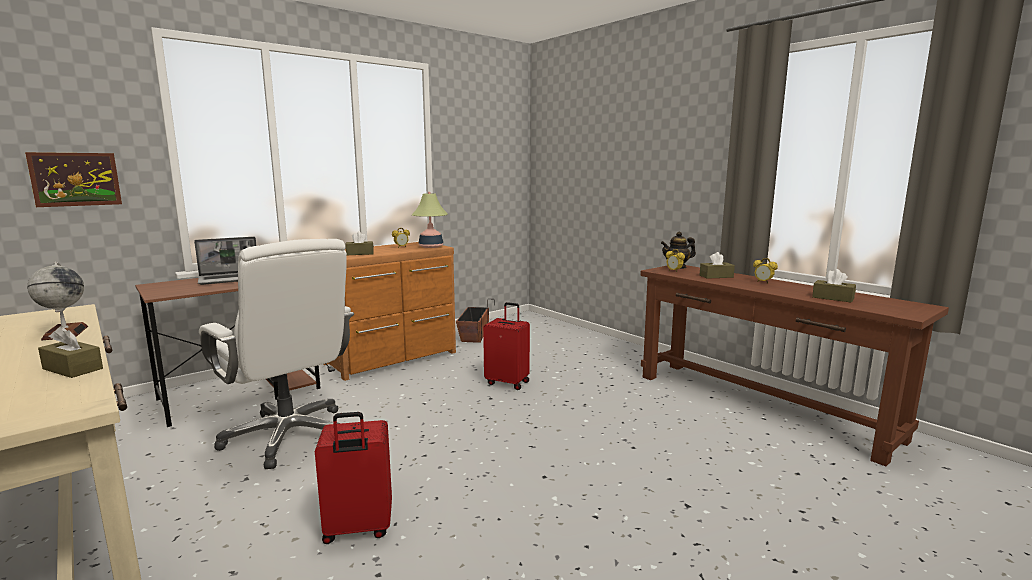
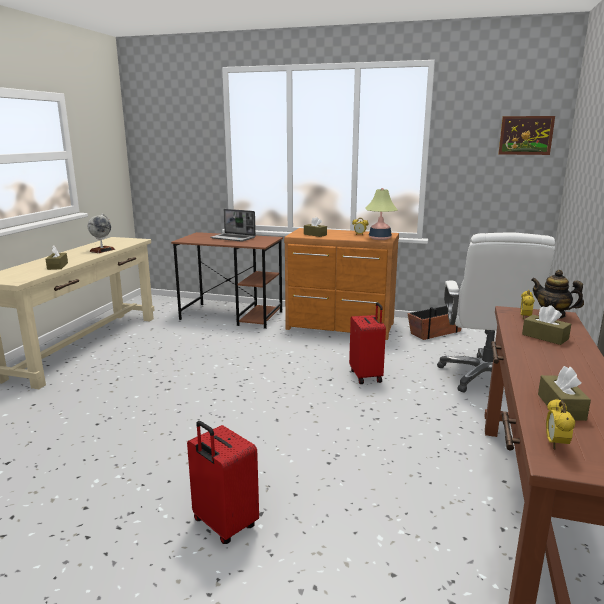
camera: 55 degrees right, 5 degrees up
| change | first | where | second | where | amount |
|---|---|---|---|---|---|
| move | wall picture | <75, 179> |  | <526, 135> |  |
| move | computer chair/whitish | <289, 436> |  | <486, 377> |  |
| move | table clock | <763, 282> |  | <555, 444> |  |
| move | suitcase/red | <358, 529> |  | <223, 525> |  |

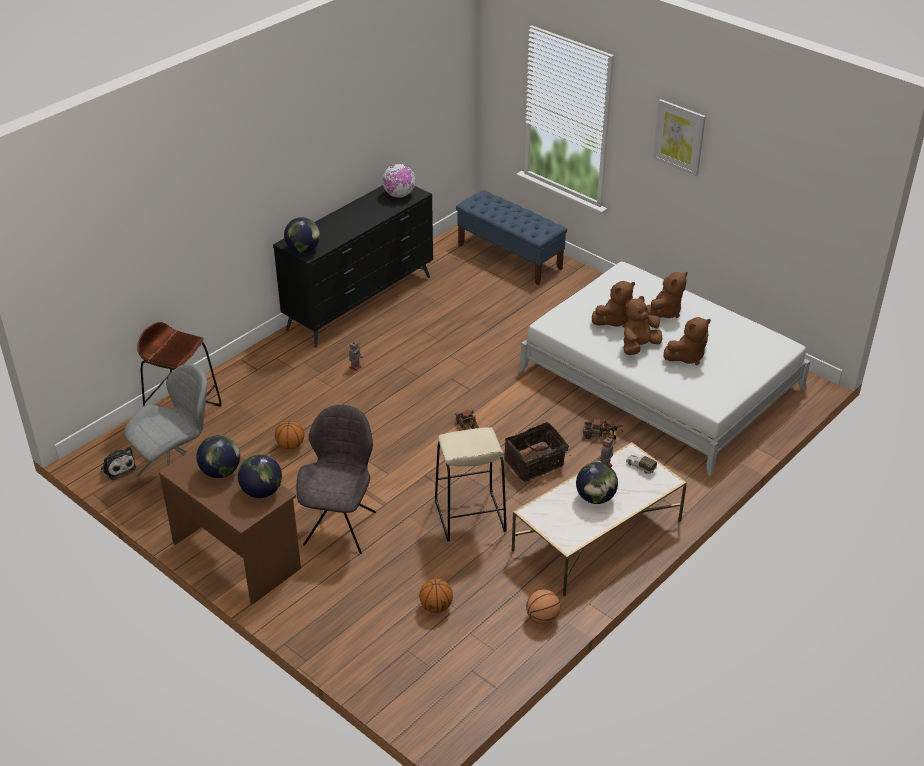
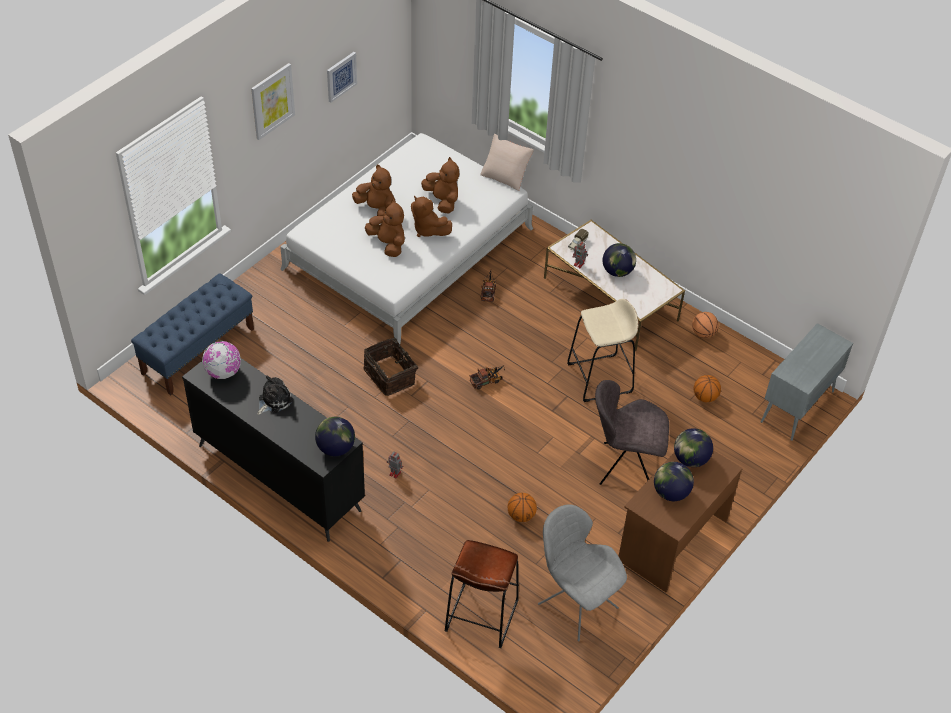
camera: 95 degrees left, 10 degrees up
| change | first | where | second | where | amount |
|---|---|---|---|---|---|
| move | basket | <535, 464> |  | <391, 375> |  |
| move | soft toy | <117, 467> |  | <274, 400> |  |
| insert |  |  | wall picture | <341, 76> |  |
| insert |  |  | throw pillow/beige | <505, 176> |  |
| insert |  |  | cabinet/gray | <797, 407> |  |

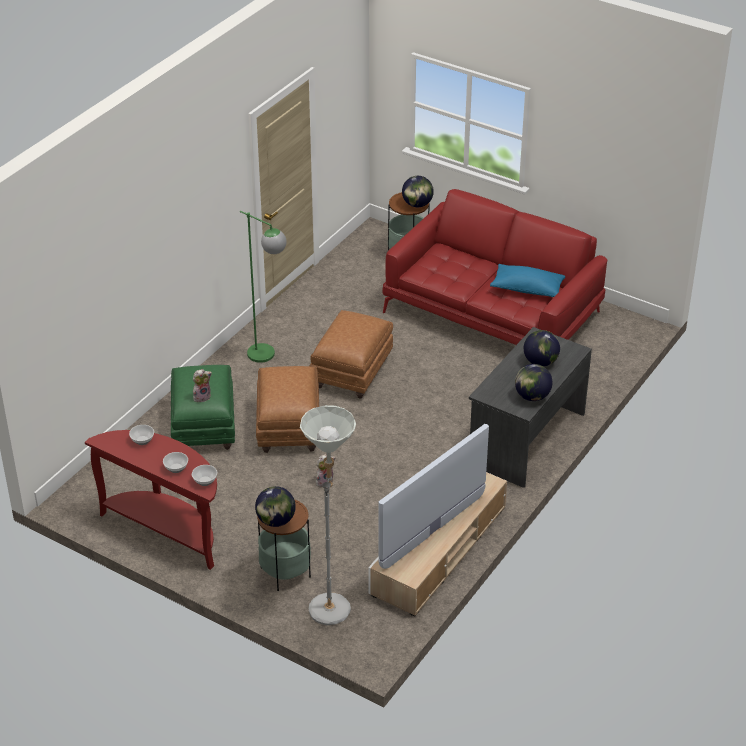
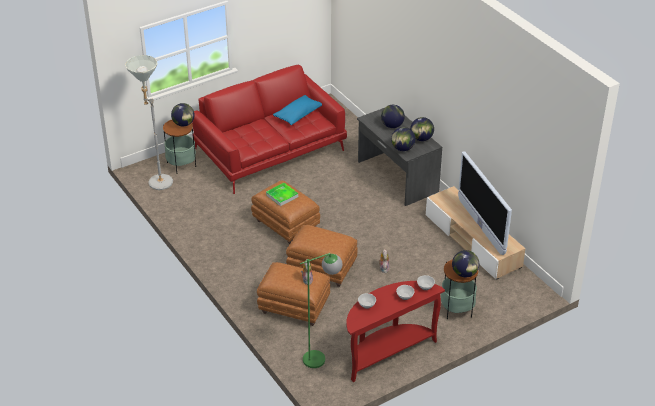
camera: 65 degrees left, 0 degrees up
| change | first | where | second | where | amount |
|---|---|---|---|---|---|
| move | standard lamp/green | <268, 357> |  | <321, 357> |  |
| recolor | ottoman/green | <203, 427> | ottoman/brownish | <293, 308> |  |
| move | standard lamp/gray | <331, 603> |  | <156, 180> |  |
| insert |  |  | globe | <402, 148> |  |
| insert |  |  | tray | <282, 196> |  |

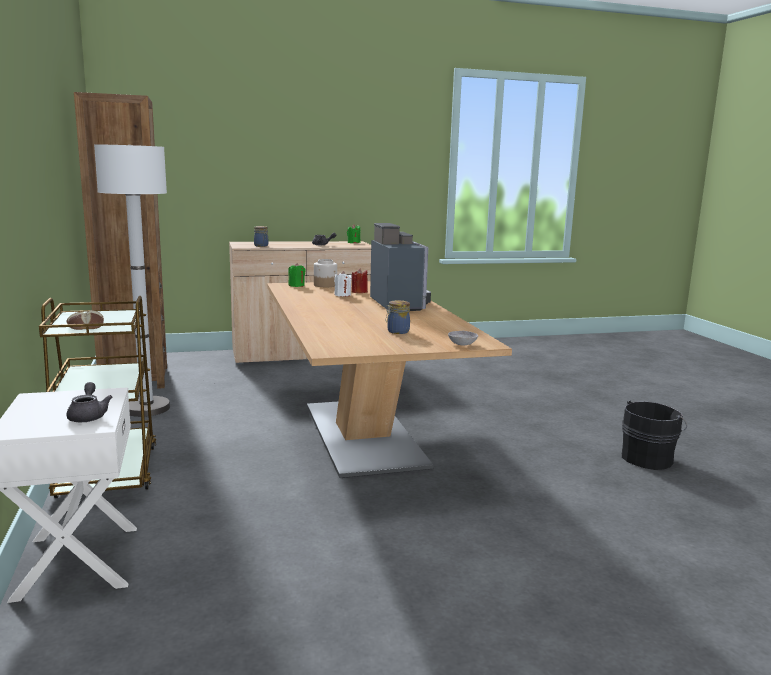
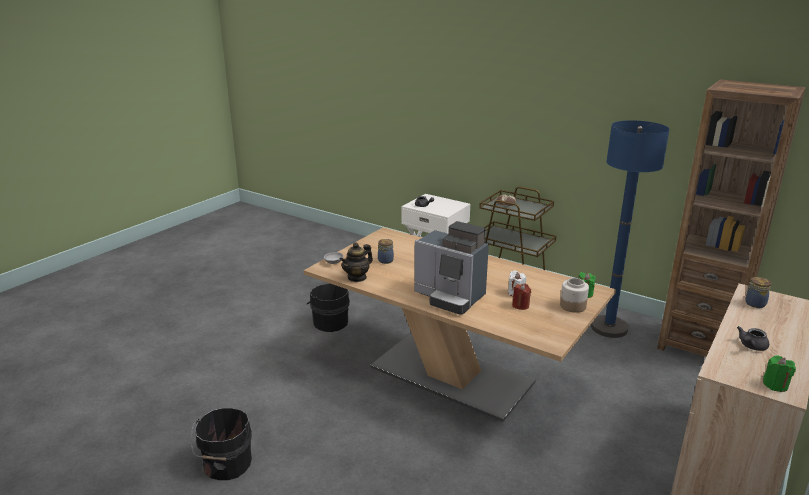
camera: 140 degrees right, 10 degrees up
| change | first | where | second | where | amount |
|---|---|---|---|---|---|
| recolor | standard lamp/whitish | <146, 408> | standard lamp/blue-coloured | <609, 328> |  |
| insert |  |  | teapot | <357, 277> |  |
| insert |  |  | pail/blackish | <329, 322> |  |

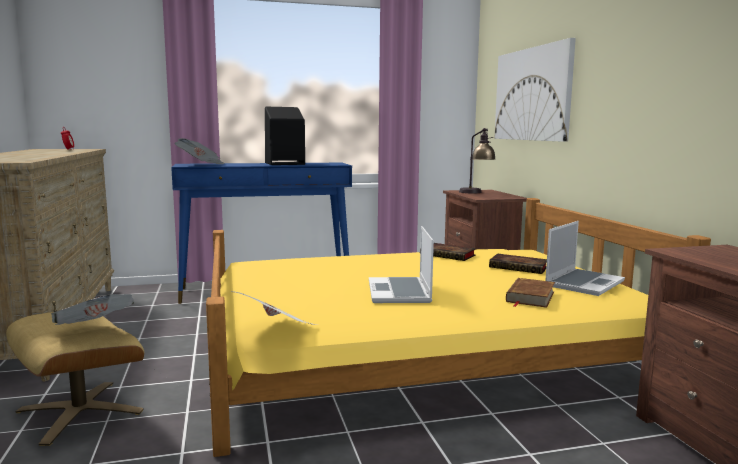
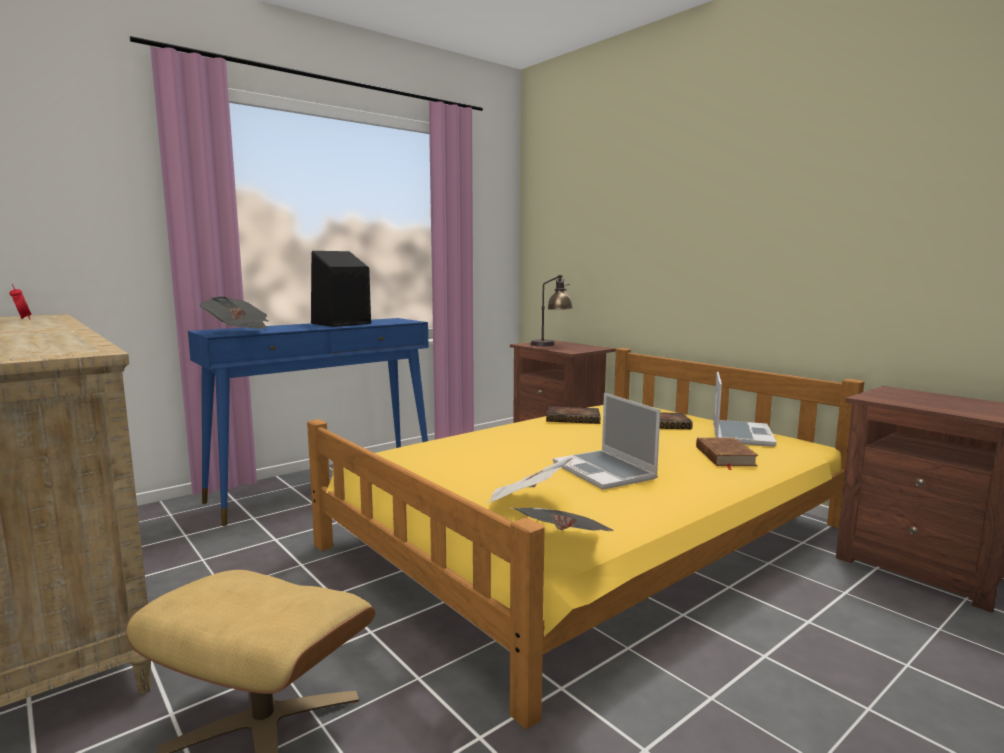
camera: 25 degrees left, 0 degrees up
| change | first | where | second | where | amount |
|---|---|---|---|---|---|
| delete | wall picture | <532, 94> |  |  |  |
| move | newspaper | <95, 330> |  | <527, 503> |  |

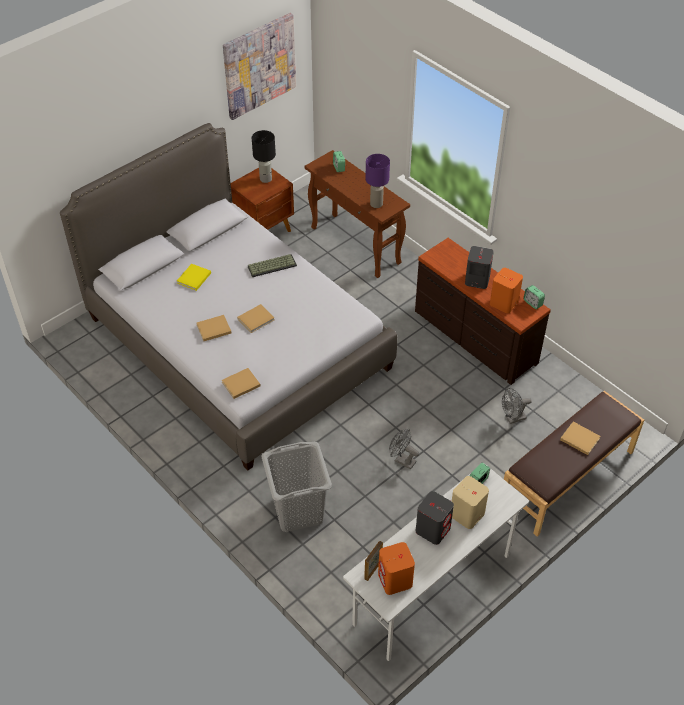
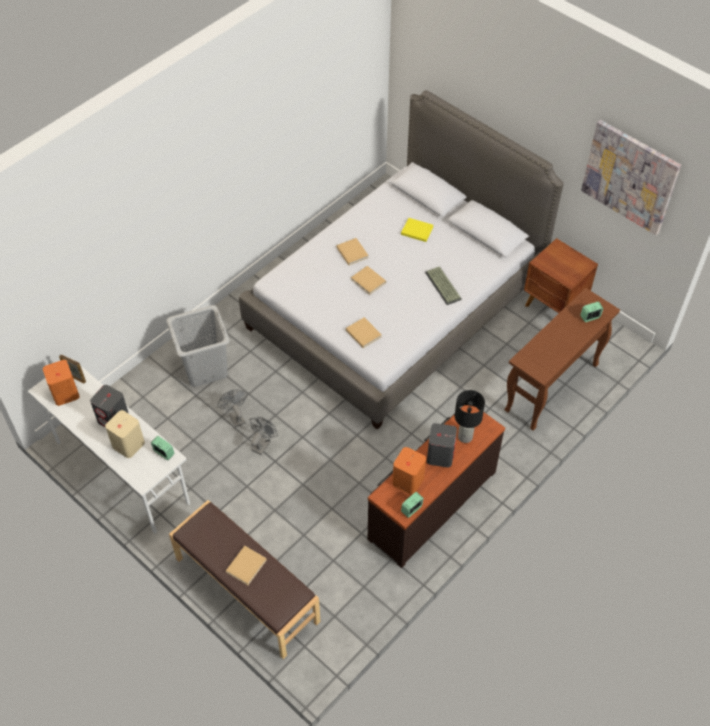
camera: 85 degrees right, 5 degrees up
| change | first | where | second | where | amount |
|---|---|---|---|---|---|
| move | lamp for a table/blackish | <266, 179> |  | <465, 437> |  |
| delete | lamp for a table/purple | <376, 204> |  |  |  |
| move | book/beige | <240, 384> |  | <363, 332> |  |
| move | electric fan/gray | <512, 419> |  | <235, 416> |  |

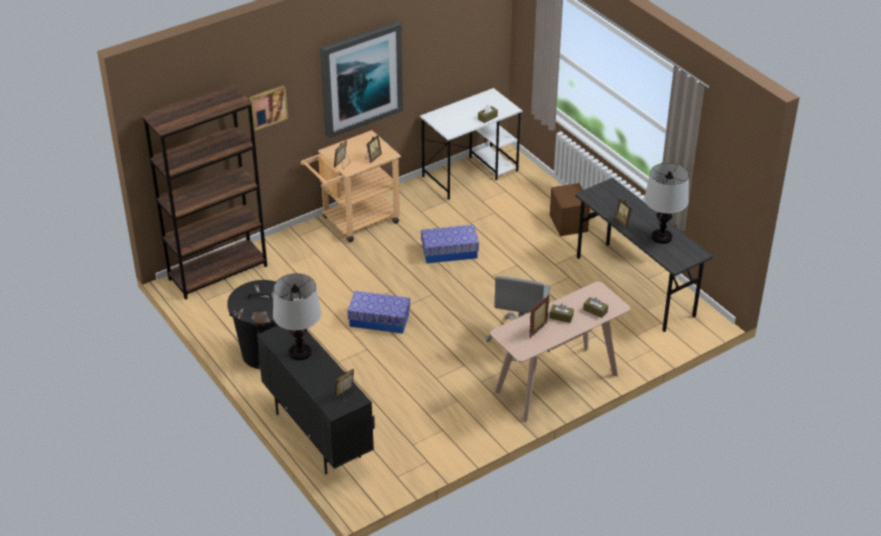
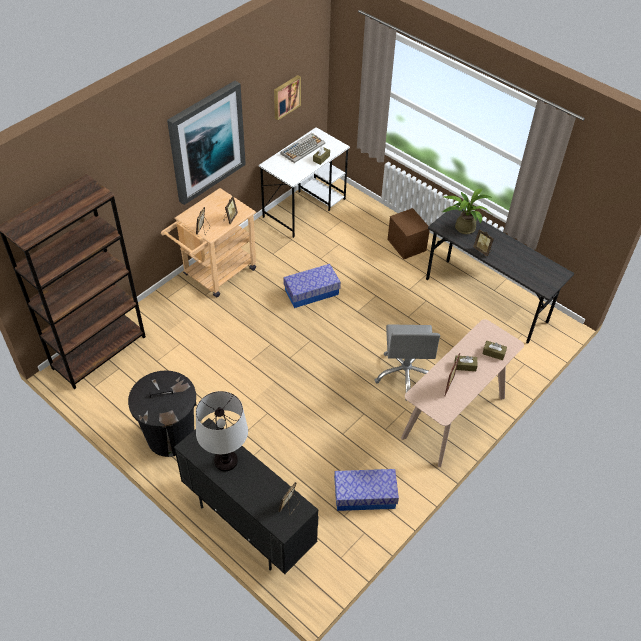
camera: 15 degrees left, 10 degrees up
| change | first | where | second | where | amount |
|---|---|---|---|---|---|
| move | wall picture | <267, 107> |  | <286, 96> |  |
| delete | lamp for a table | <661, 237> |  |  |  |
| move | storage bin | <379, 320> |  | <364, 495> |  |
| insert |  |  | keyboard | <303, 148> |  |
| insert |  |  | houseplant | <462, 226> |  |

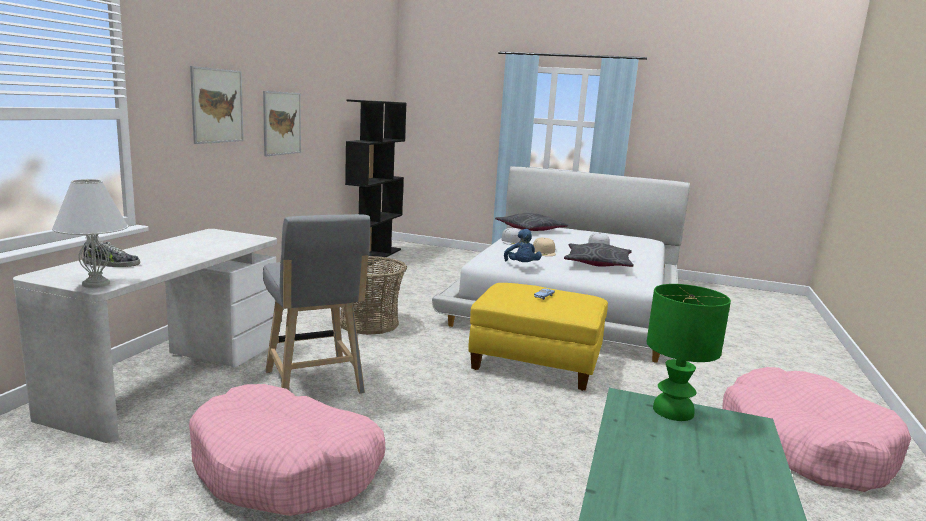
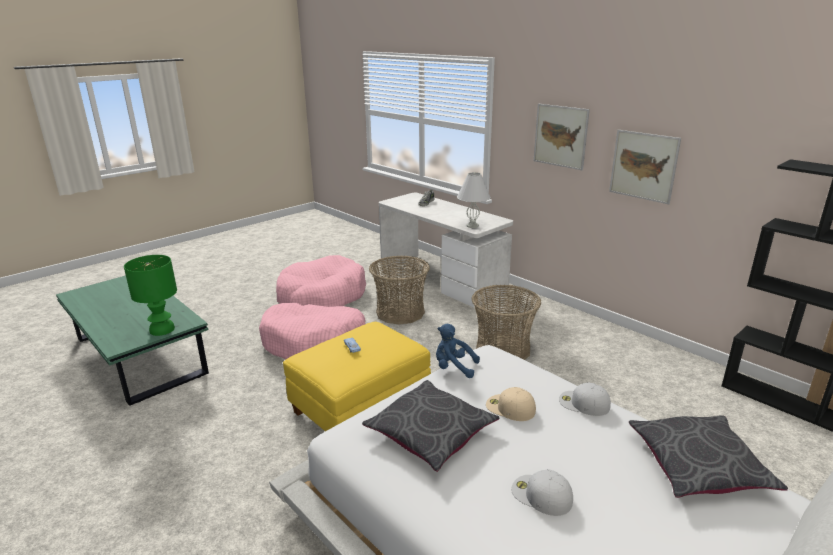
camera: 120 degrees right, 10 degrees up
| change | first | where | second | where | amount |
|---|---|---|---|---|---|
| move | lamp for a table/whitish | <95, 284> |  | <473, 226> |  |
| replace | sitting stool/gray | <315, 385> | basket | <400, 312> |  |
| move | dog bed/pink-coloured | <804, 445> |  | <314, 342> |  |

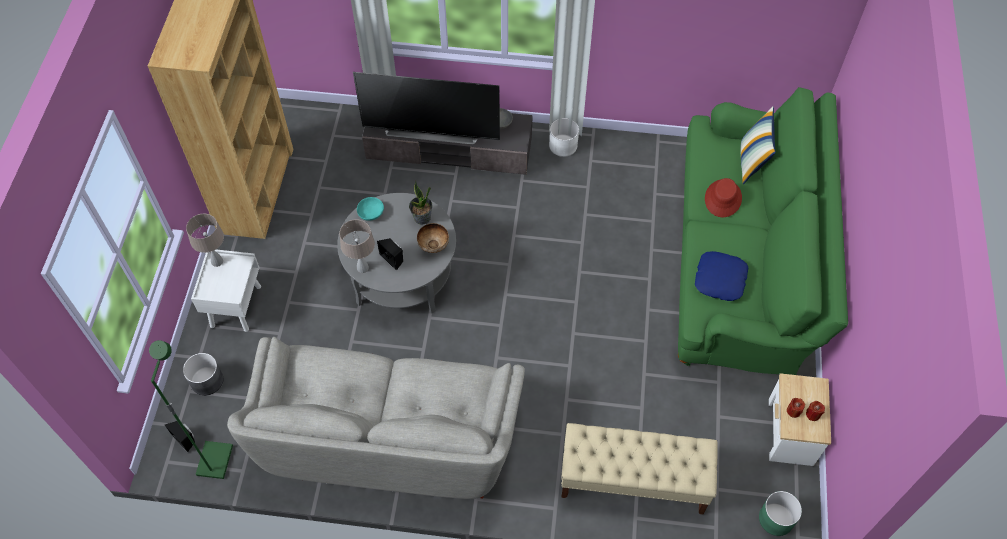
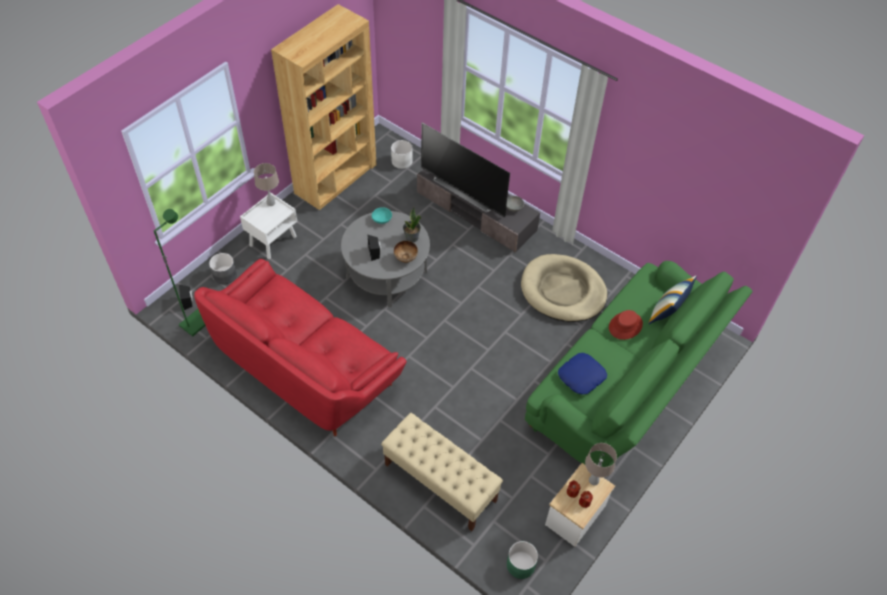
camera: 30 degrees right, 5 degrees down
| change | first | where | second | where | amount |
|---|---|---|---|---|---|
| move | flower pot/whitish | <563, 145> |  | <402, 161> |  |
| move | lamp for a table/beige | <362, 267> |  | <594, 480> |  |
| recolor | sofa/gray | <387, 434> | sofa/red | <306, 365> |  |
| insert |  |  | dog bed/beige | <563, 291> |  |

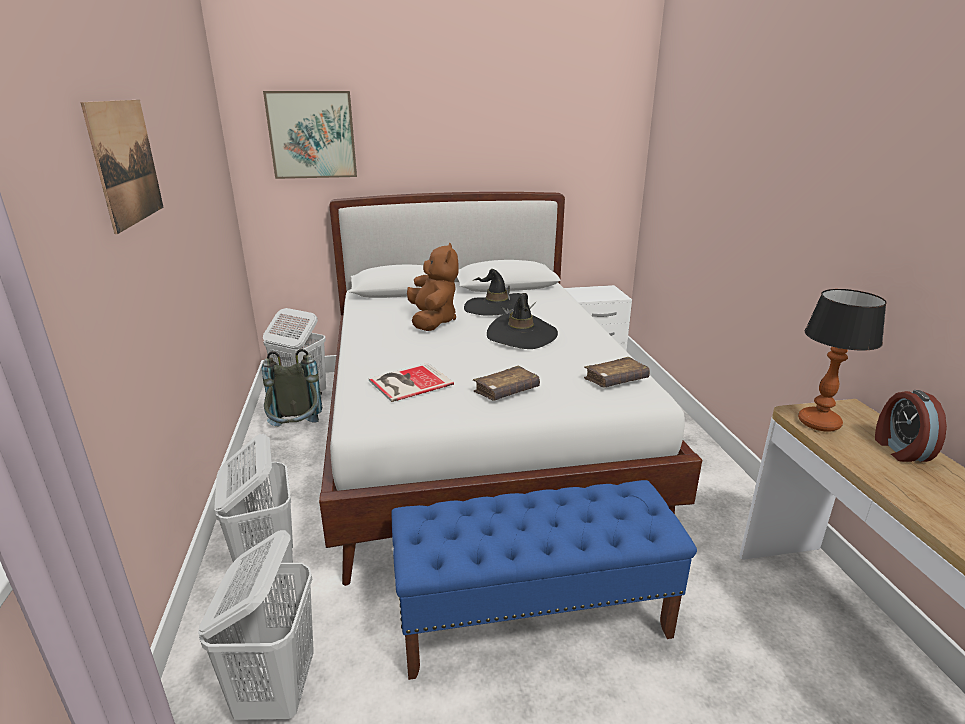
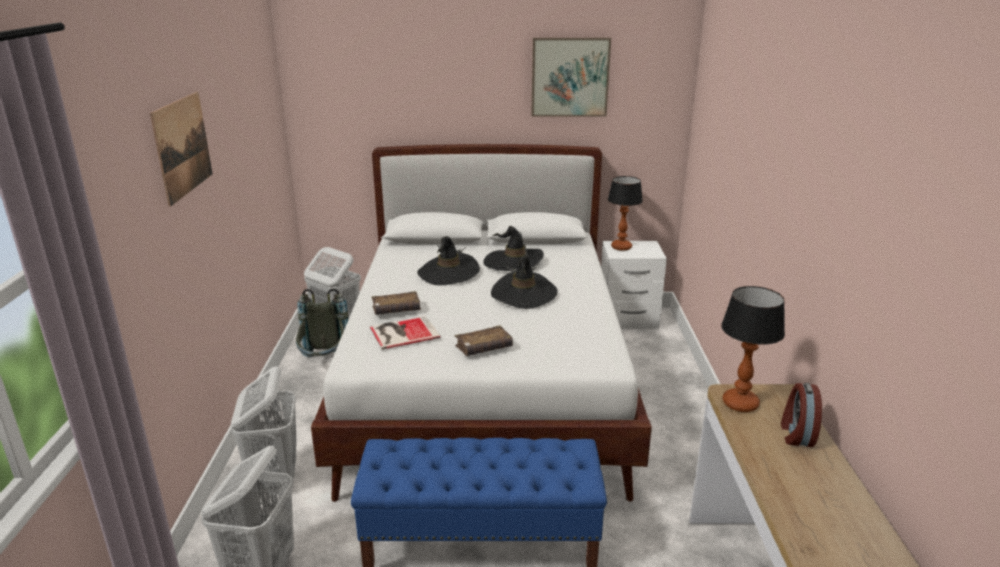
camera: 10 degrees right, 0 degrees up
| change | first | where | second | where | amount |
|---|---|---|---|---|---|
| move | wall picture | <312, 135> |  | <570, 77> |  |
| replace | soft toy/brownish | <432, 321> | hat/blackish | <448, 273> |  |
| move | book/brownish | <615, 380> |  | <396, 310> |  |
| insert |  |  | lamp for a table | <621, 247> |  |

